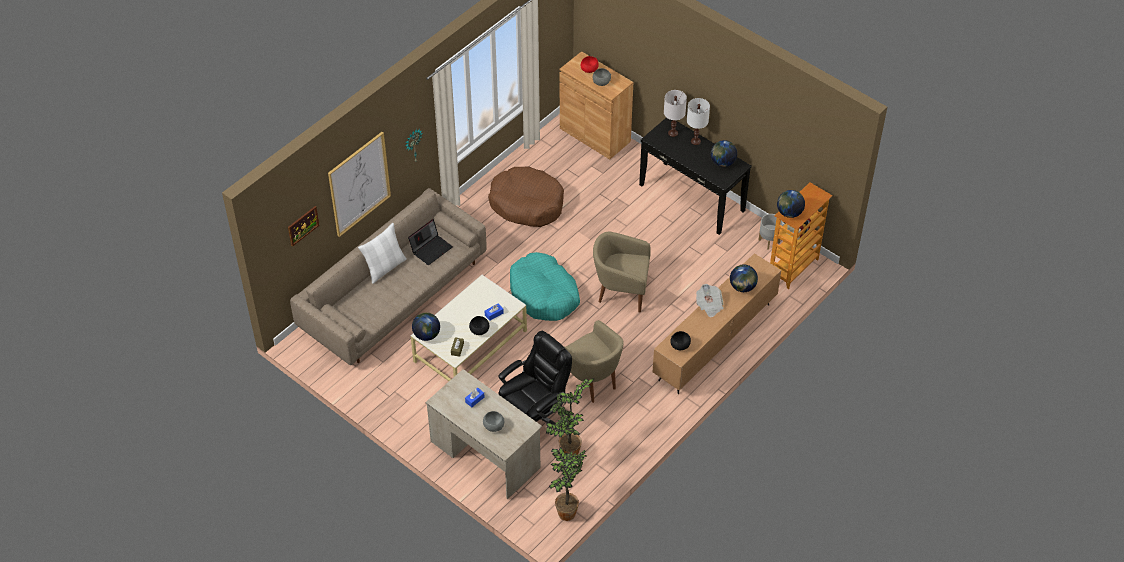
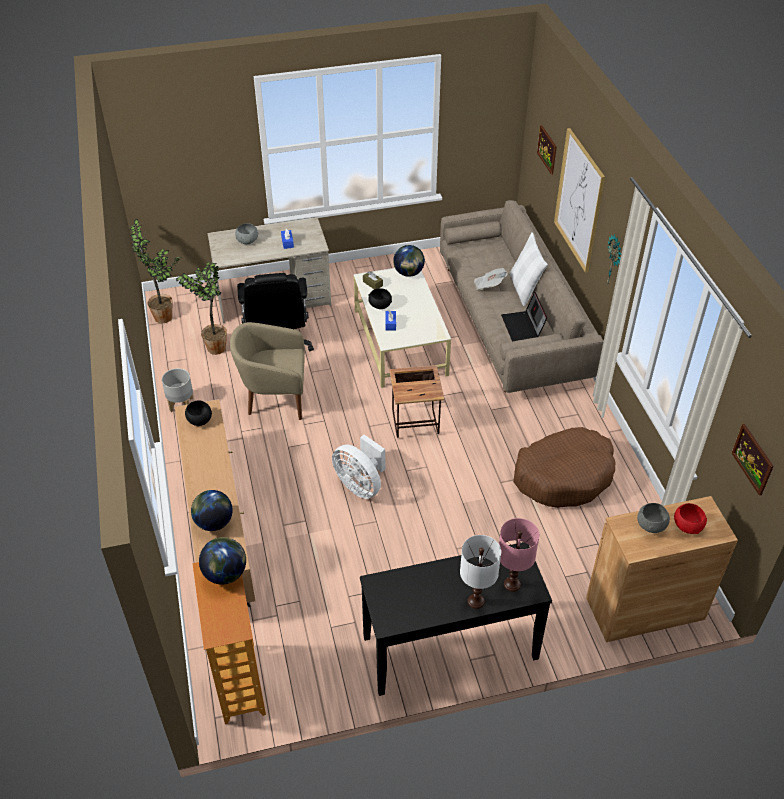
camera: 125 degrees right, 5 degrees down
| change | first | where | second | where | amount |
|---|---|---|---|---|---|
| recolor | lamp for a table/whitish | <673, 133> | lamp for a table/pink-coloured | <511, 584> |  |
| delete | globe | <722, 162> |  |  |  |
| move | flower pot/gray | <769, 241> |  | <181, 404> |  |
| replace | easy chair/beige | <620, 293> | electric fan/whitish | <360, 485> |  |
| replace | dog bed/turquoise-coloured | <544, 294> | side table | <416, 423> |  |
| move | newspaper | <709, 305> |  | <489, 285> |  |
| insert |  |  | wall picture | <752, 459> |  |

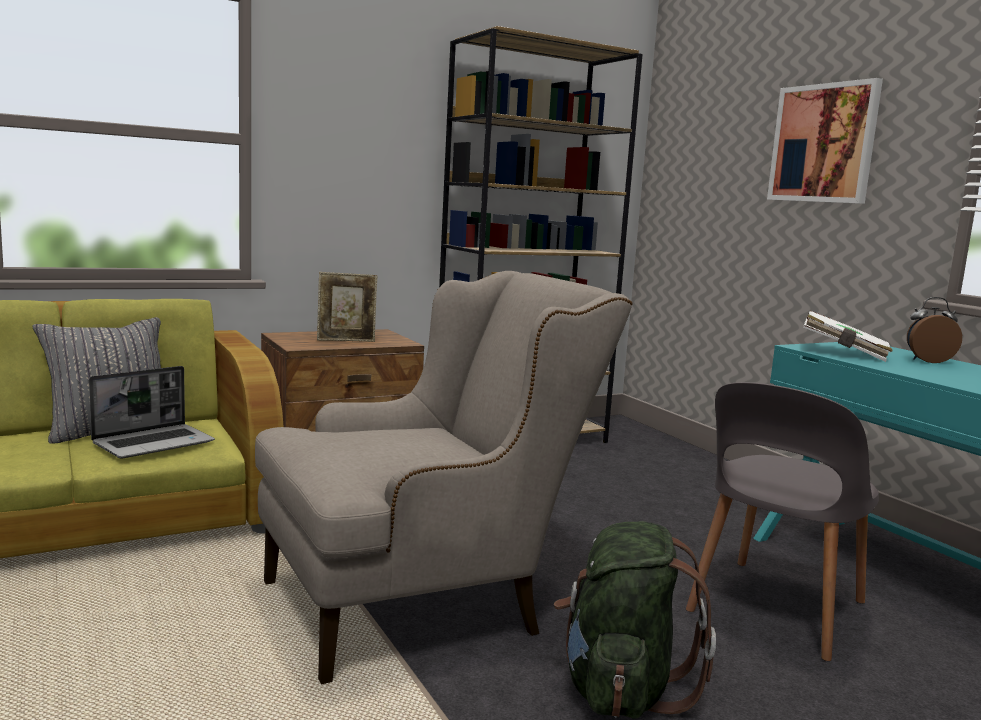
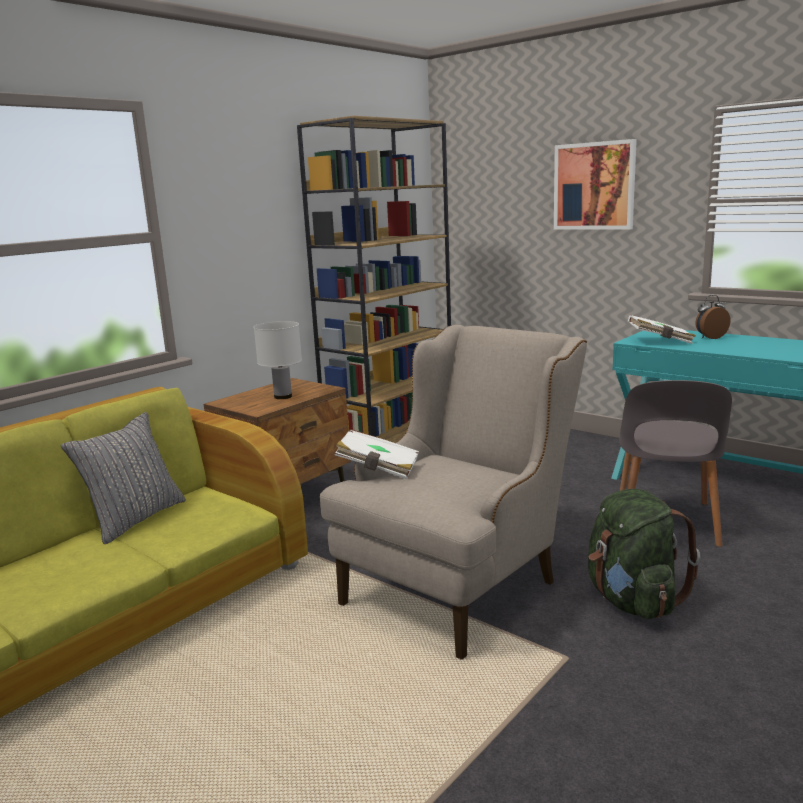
camera: 20 degrees left, 5 degrees up
| change | first | where | second | where | amount |
|---|---|---|---|---|---|
| replace | standing frame | <346, 341> | lamp for a table/whitish | <283, 396> |  |
| delete | notebook computer | <155, 443> |  |  |  |
| insert |  |  | book/whitish | <378, 469> |  |

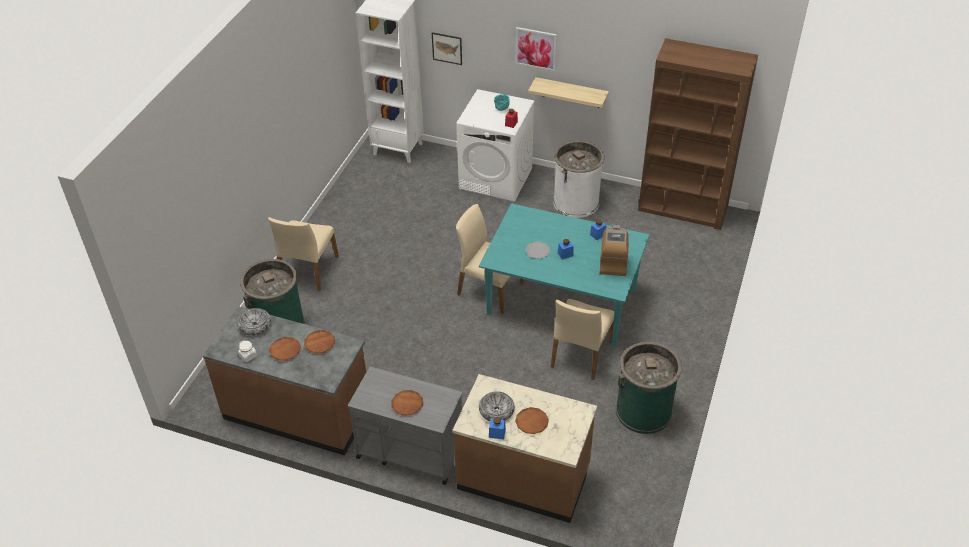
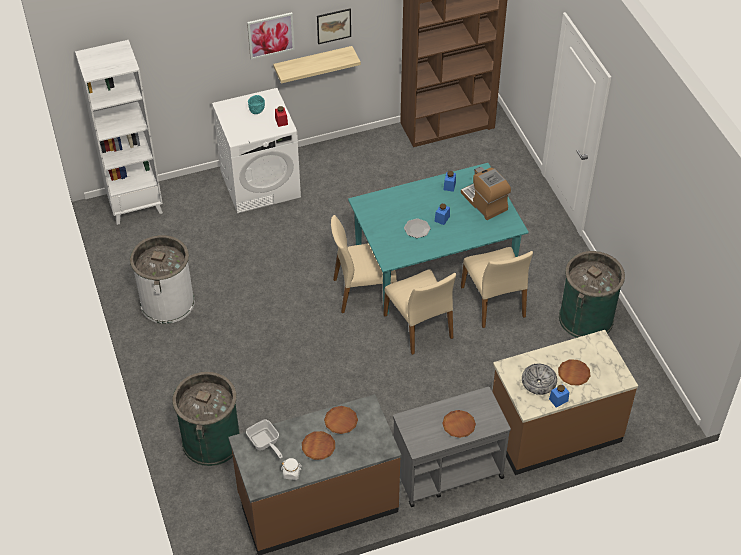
camera: 40 degrees left, 5 degrees up
| change | first | where | second | where | amount |
|---|---|---|---|---|---|
| move | wall picture | <447, 48> |  | <334, 25> |  |
| move | trash can/whitish | <576, 202> |  | <167, 302> |  |
| move | plain chair/beige | <308, 270> |  | <419, 326> |  |
| replace | bowl | <255, 325> | frying pan | <265, 443> |  |

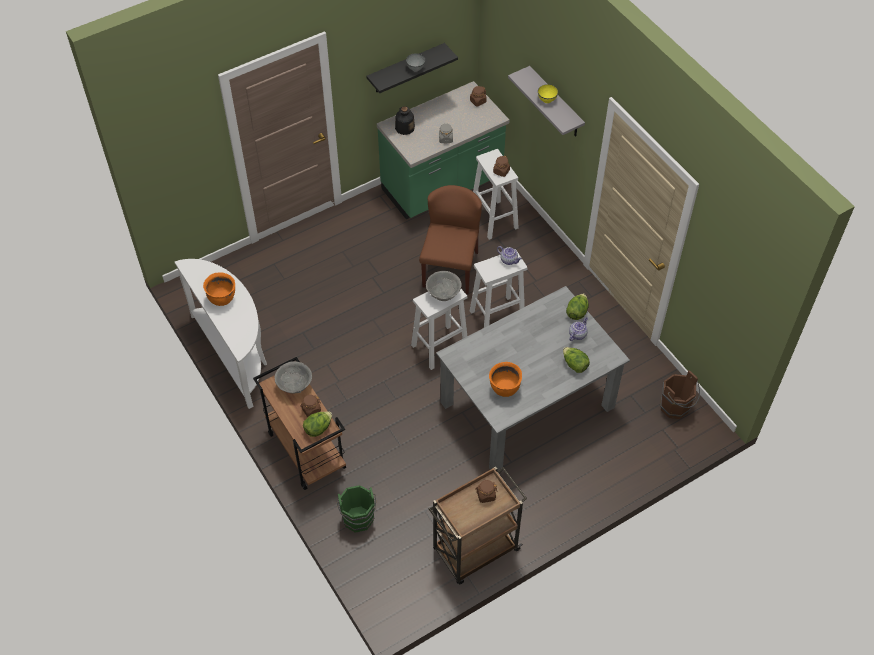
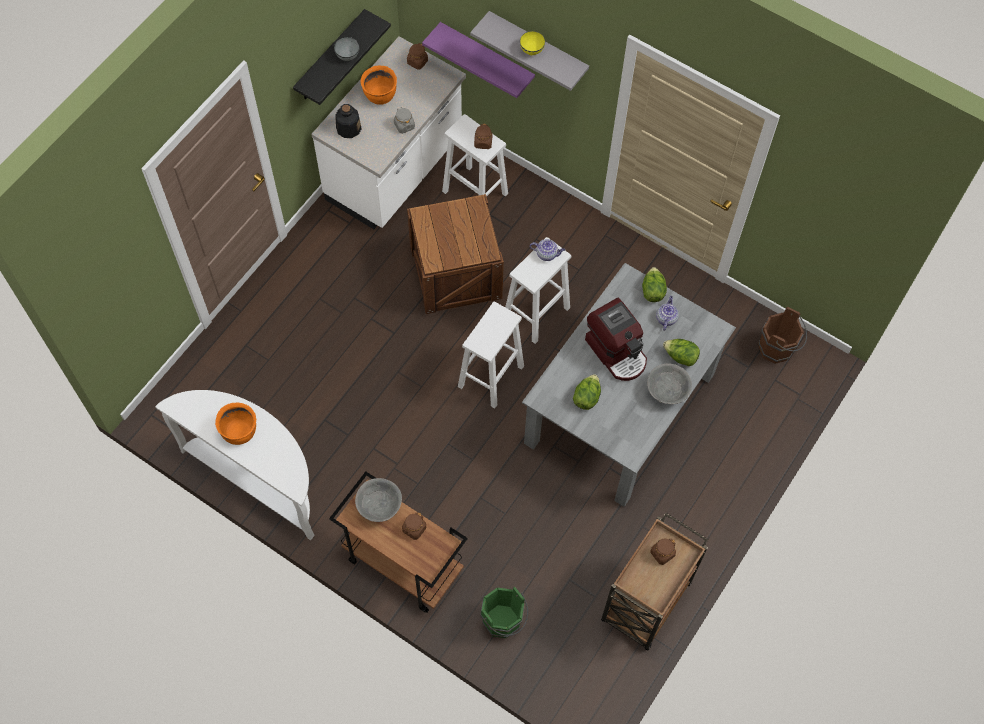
camera: 25 degrees left, 10 degrees up
| change | first | where | second | where | amount |
|---|---|---|---|---|---|
| recolor | kitchen counter/green | <442, 186> | kitchen counter/whitish | <395, 171> |  |
| replace | plain chair/brownish | <450, 269> | crate | <455, 274> |  |
| move | bowl/gray | <443, 294> |  | <667, 392> |  |
| move | cooking pot/orangey | <504, 388> |  | <380, 96> |  |
| move | lettuce | <318, 428> |  | <586, 397> |  |
| insert |  |  | shelf/purple | <487, 58> |  |
| insert |  |  | coffee brewer | <617, 351> |  |

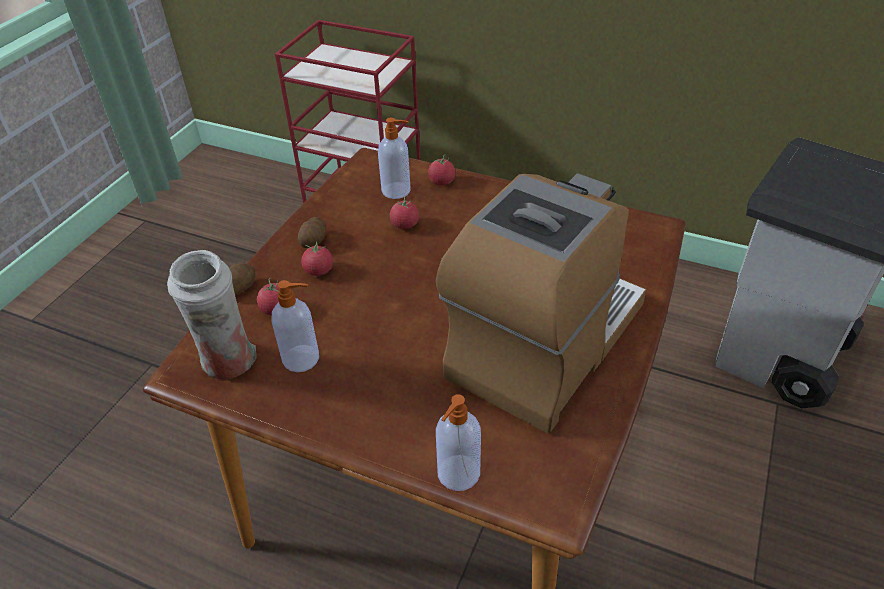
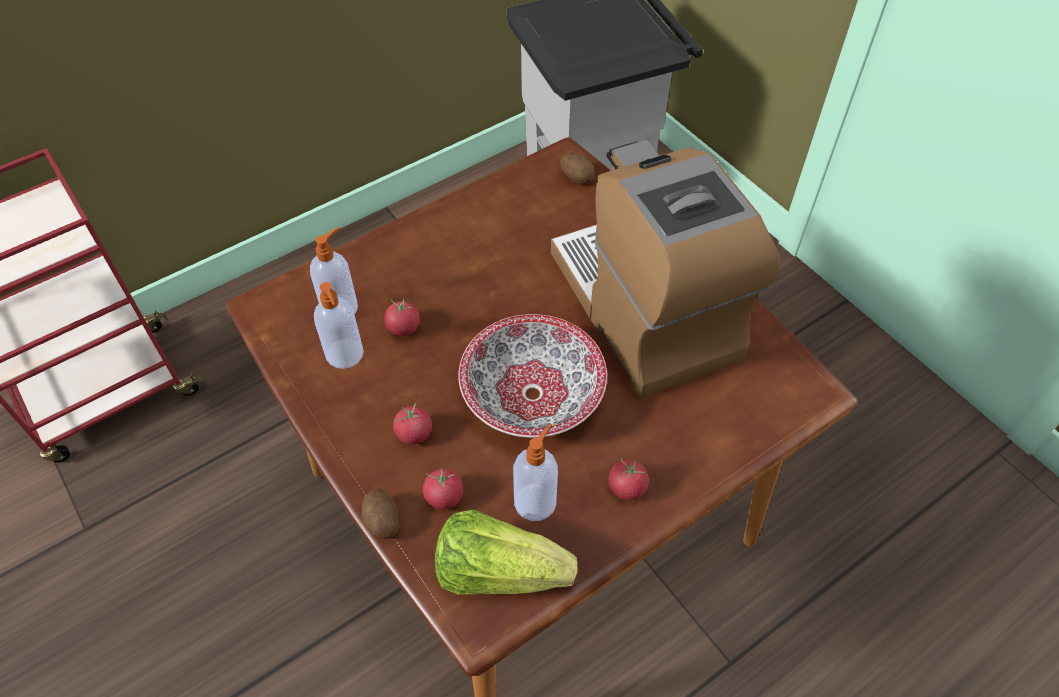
camera: 60 degrees left, 10 degrees up
| change | first | where | second | where | amount |
|---|---|---|---|---|---|
| move | whole tomato | <442, 182> |  | <627, 487> |  |
| move | whole potato | <314, 241> |  | <577, 176> |  |
| replace | vase/whitish | <230, 364> | lettuce | <498, 571> |  |
| move | liquid soap bottle | <457, 474> |  | <345, 355> |  |
| insert |  |  | bowl | <531, 393> |  |

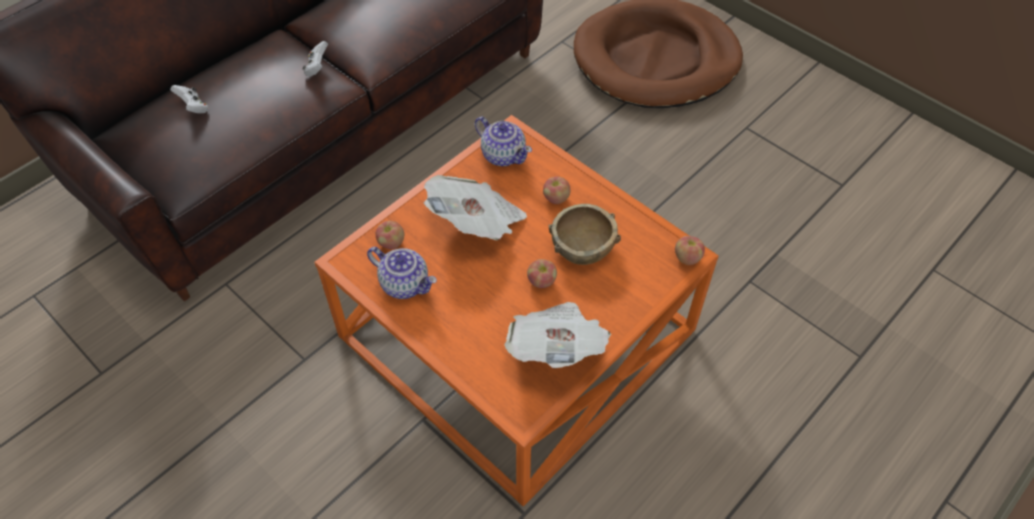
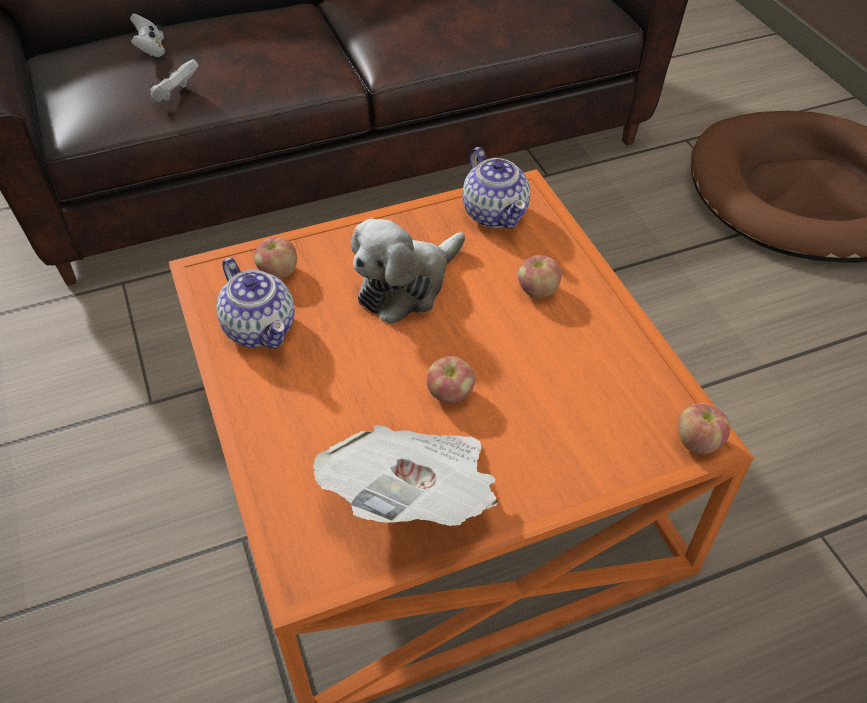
camera: 25 degrees right, 5 degrees down
| change | first | where | second | where | amount |
|---|---|---|---|---|---|
| move | game controller/whitish | <317, 68> |  | <176, 95> |  |
| replace | newspaper | <477, 223> | soft toy | <406, 285> |  |
| delete | bowl/brownish | <583, 246> |  |  |  |

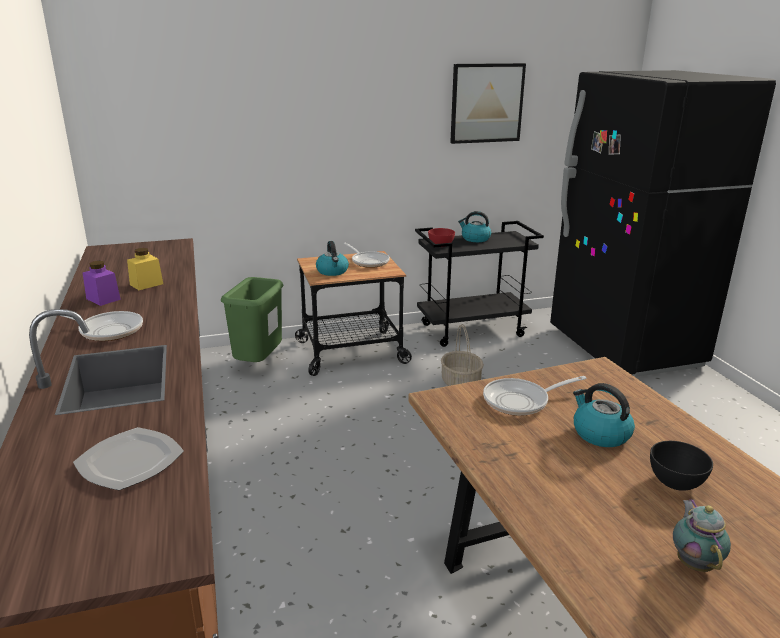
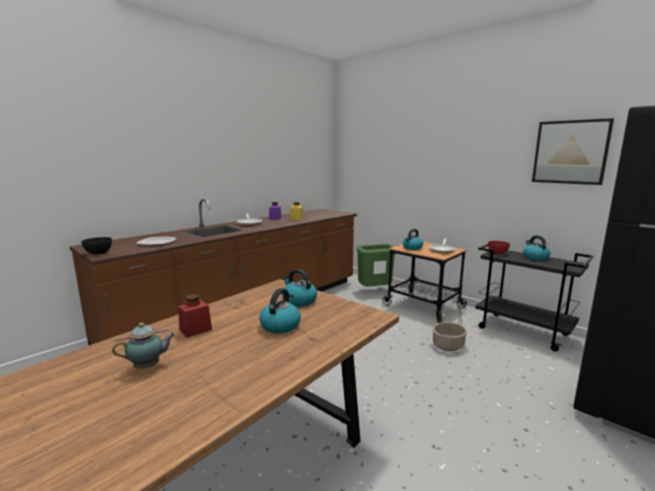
camera: 60 degrees right, 10 degrees down
| change | first | where | second | where | amount |
|---|---|---|---|---|---|
| replace | frying pan | <521, 401> | kettle | <299, 301> |  |
| move | bowl/blackish | <676, 483> |  | <98, 253> |  |
| insert |  |  | preserve jar/red | <195, 330> |  |

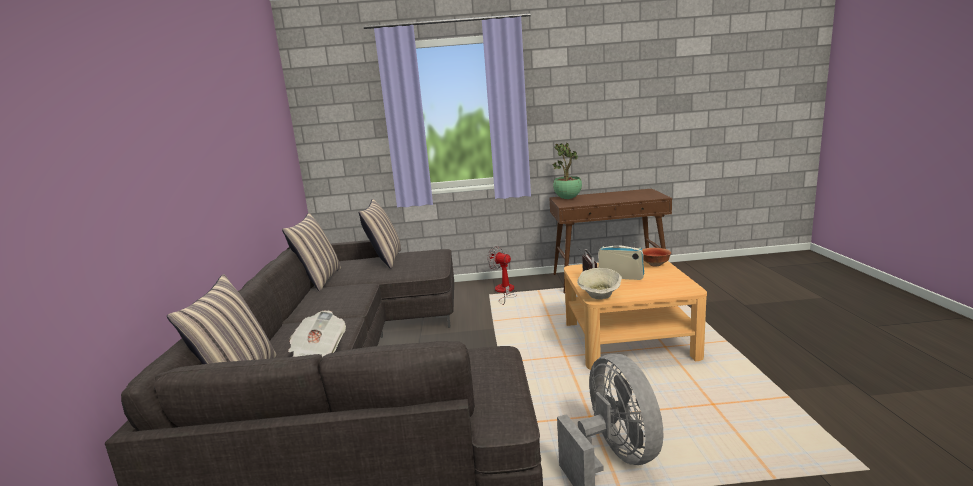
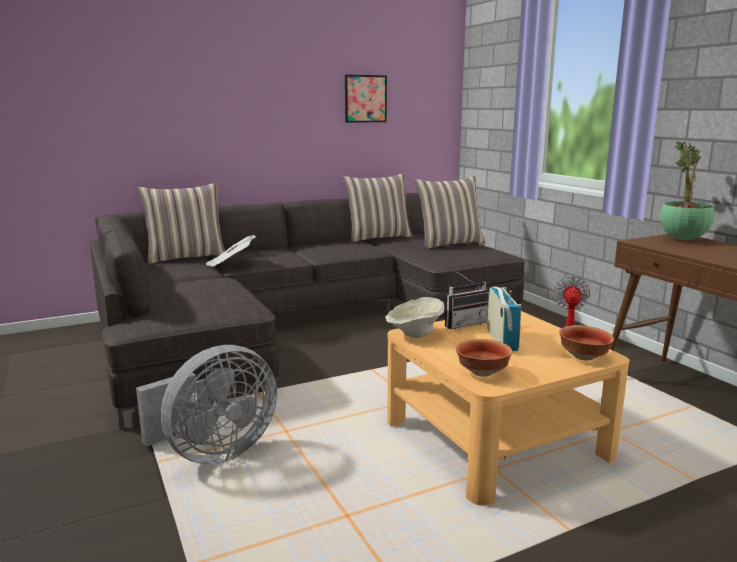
camera: 65 degrees right, 0 degrees up
| change | first | where | second | where | amount |
|---|---|---|---|---|---|
| insert |  |  | wall picture | <365, 98> |  |
| insert |  |  | bowl | <482, 373> |  |

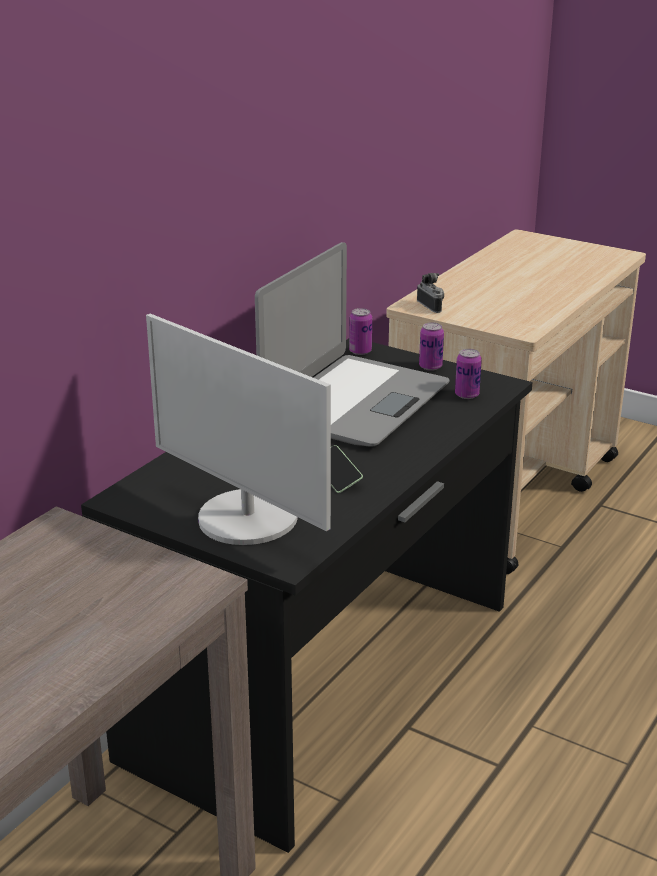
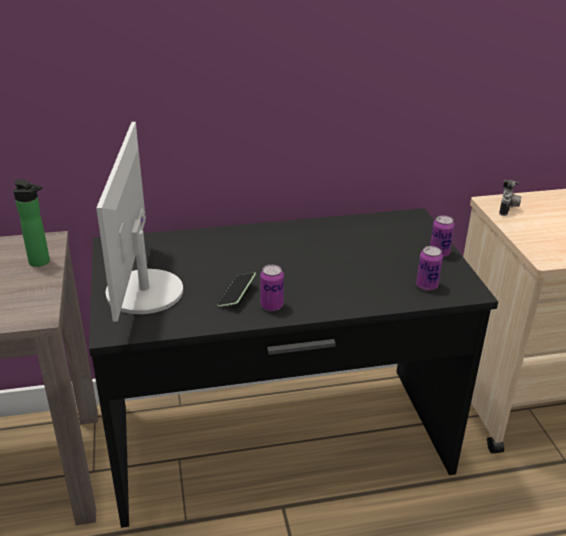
camera: 45 degrees right, 5 degrees up
| change | first | where | second | where | amount |
|---|---|---|---|---|---|
| delete | notebook computer | <354, 402> |  |  |  |
| move | sealed can | <360, 351> |  | <271, 306> |  |
| insert |  |  | bottle | <41, 262> |  |

